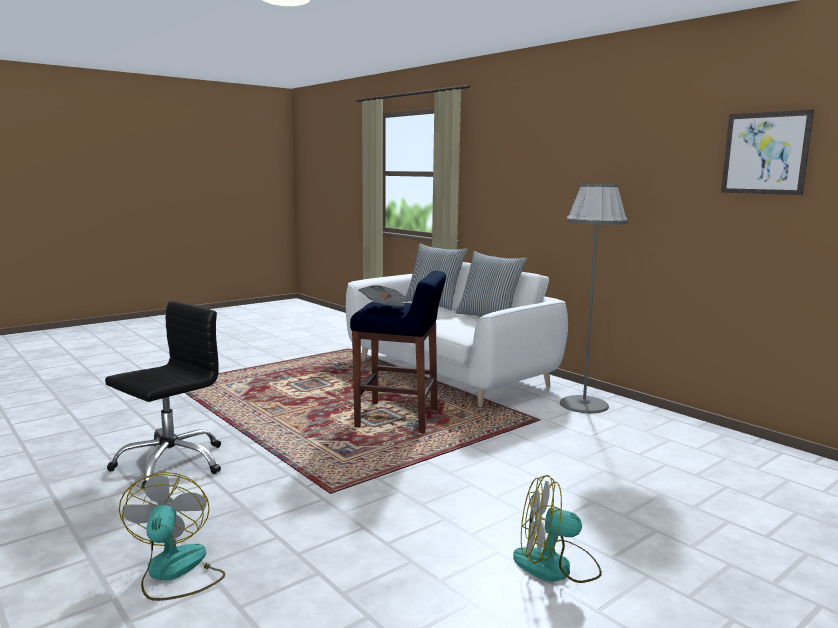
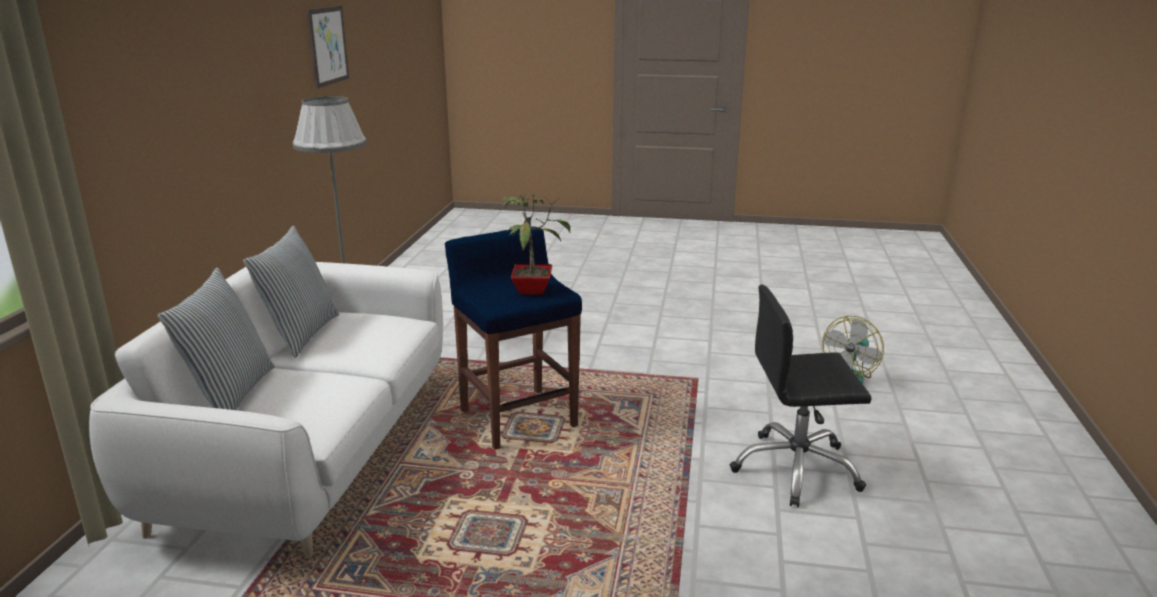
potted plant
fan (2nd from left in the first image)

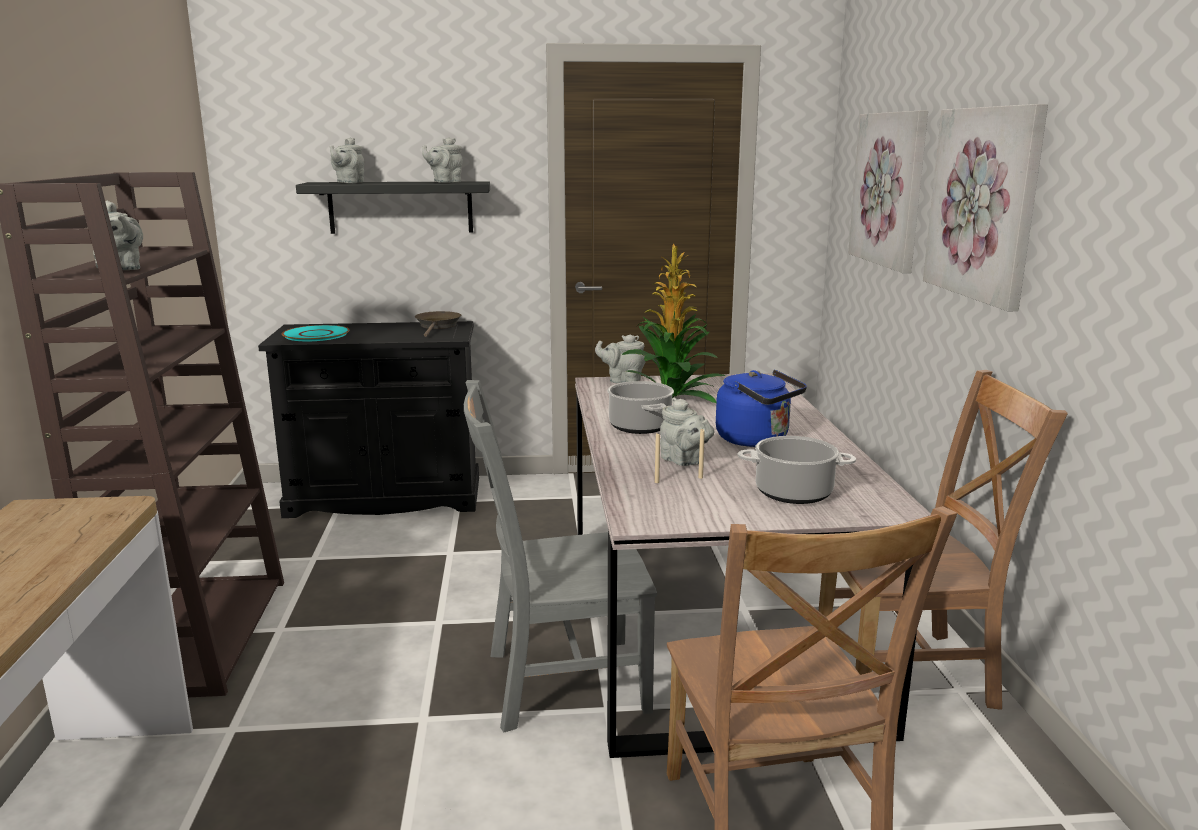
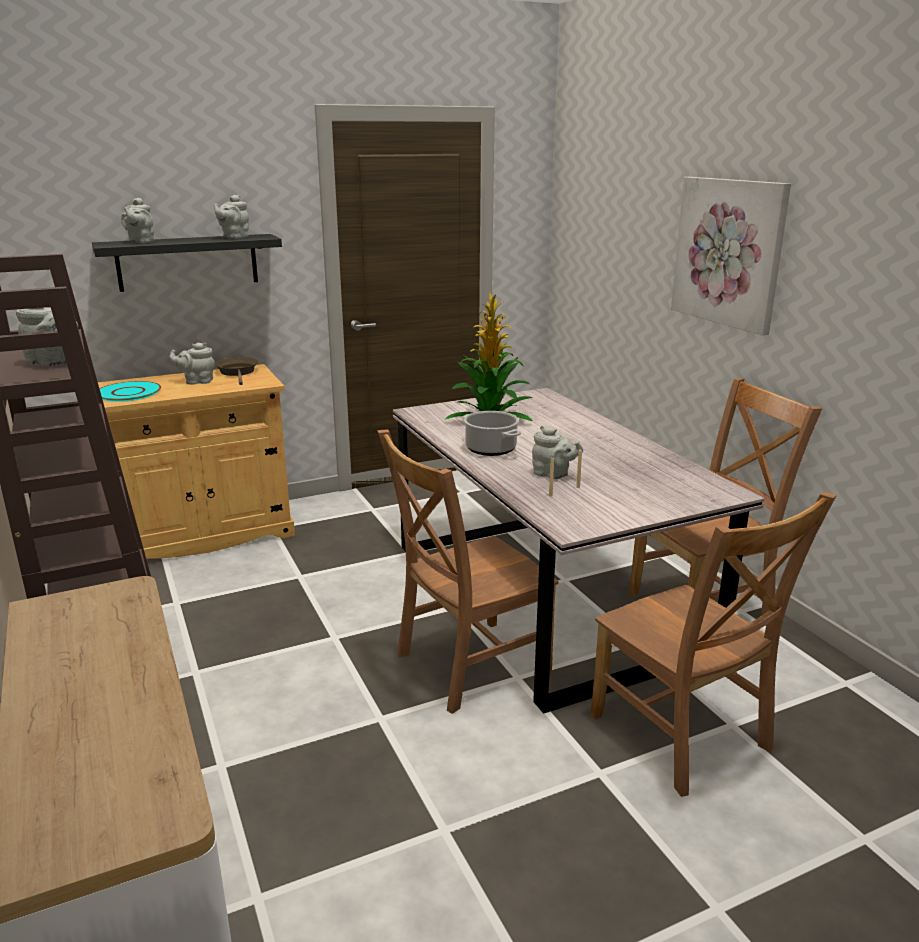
picture (1st from left in the first image)
beige cabinet
grey teapot (3rd from left)
blue kettle
brown chair (1st from left)
cooking pot (2nd from left in the first image)

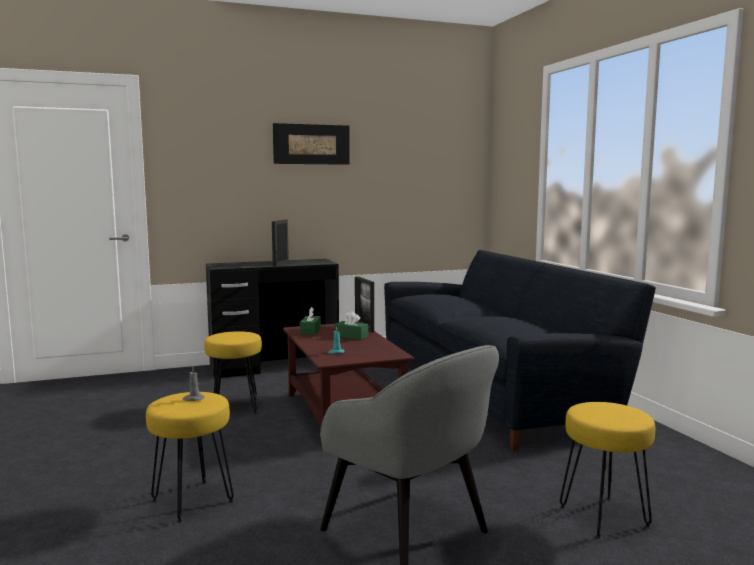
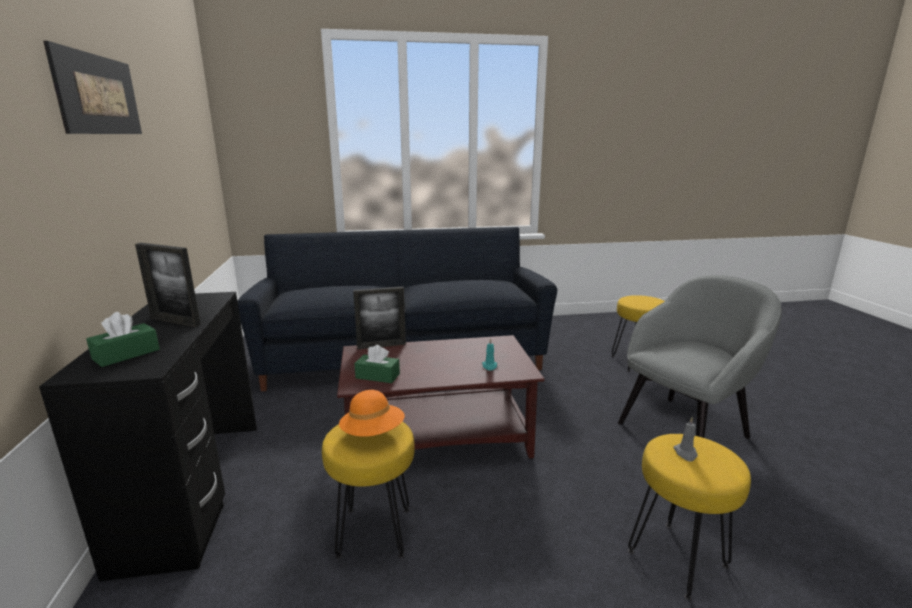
green tissue box (1st from left)
orange hat

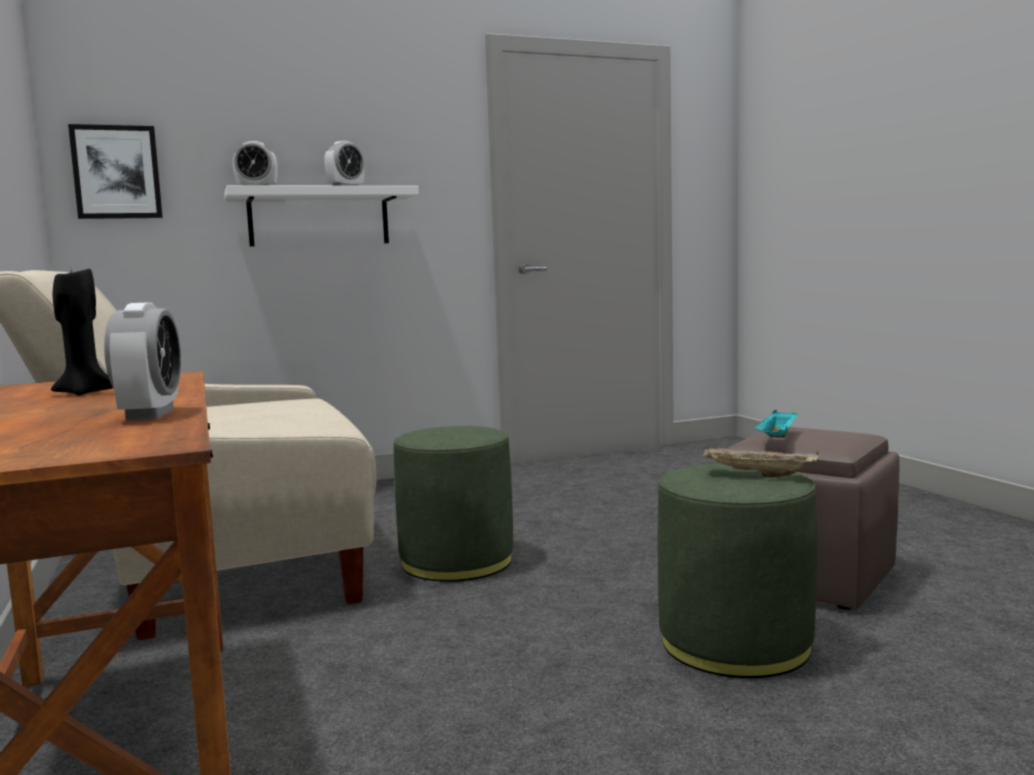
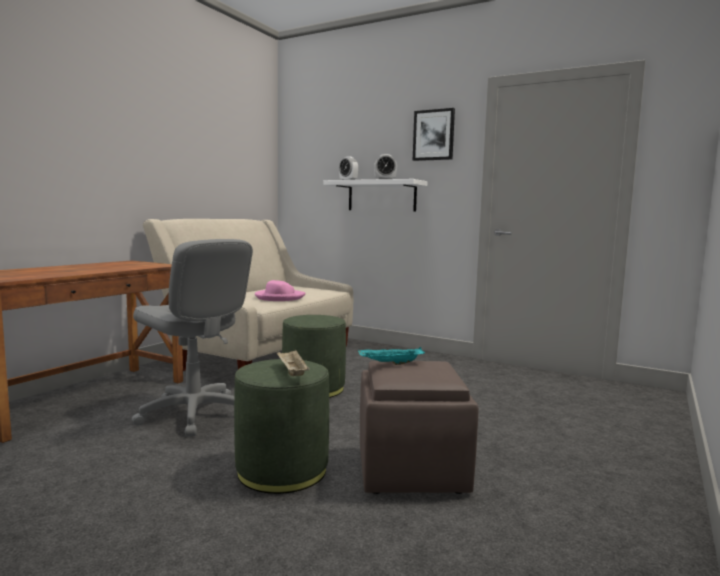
picture
black candle
alarm clock (1st from left in the first image)
grey office chair
pink hat

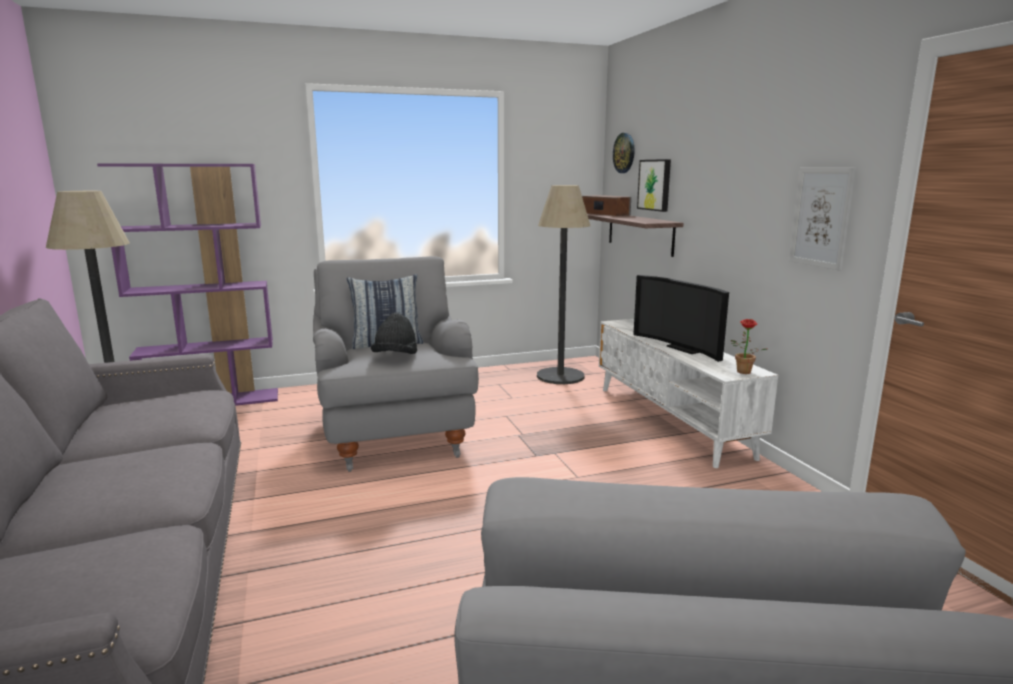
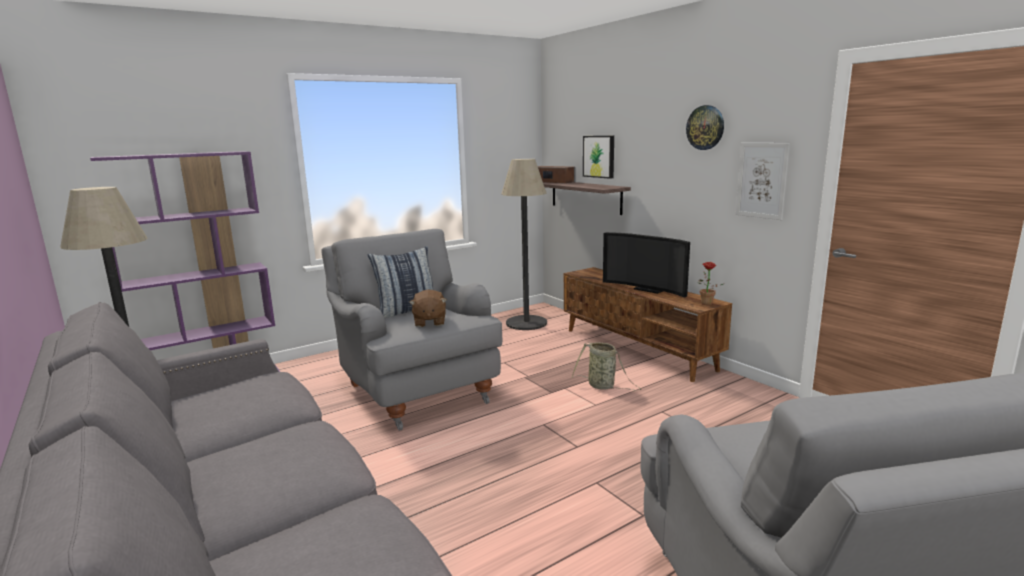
wall clock
brown plush toy
brown tv stand
basket

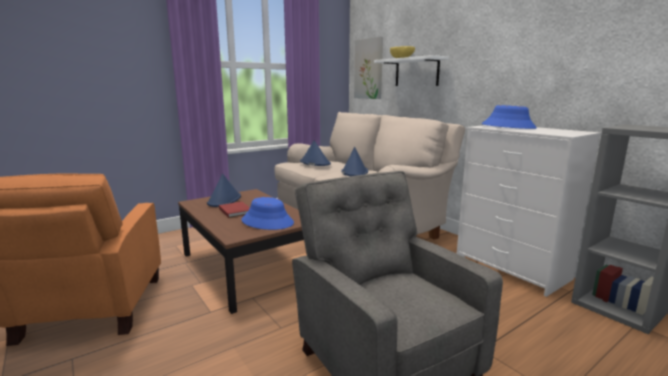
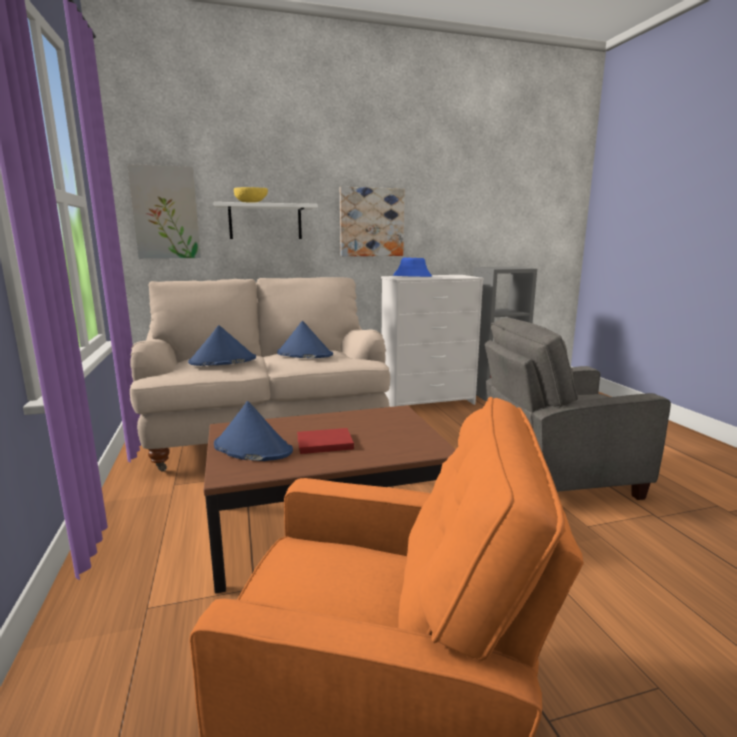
blue hat (2nd from left in the first image)
picture (2nd from left)

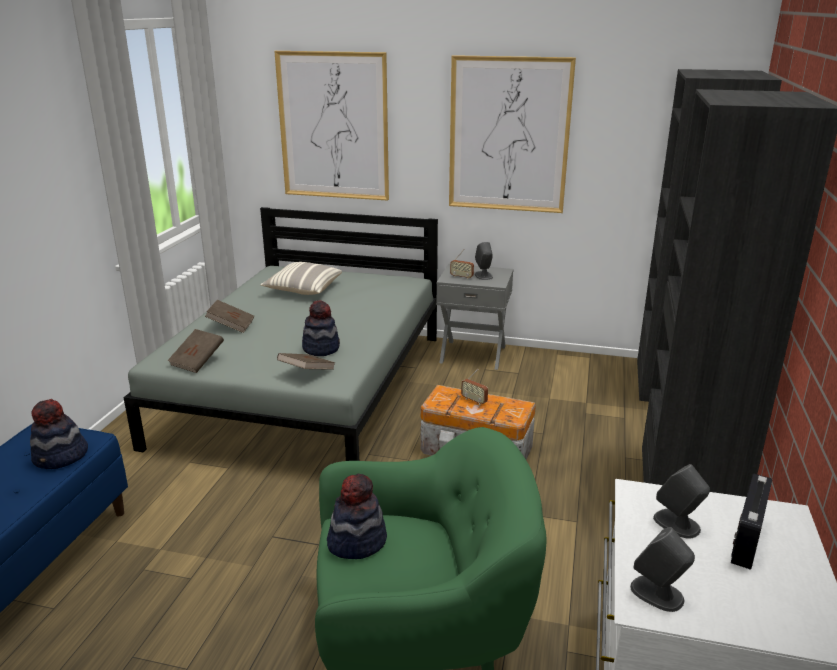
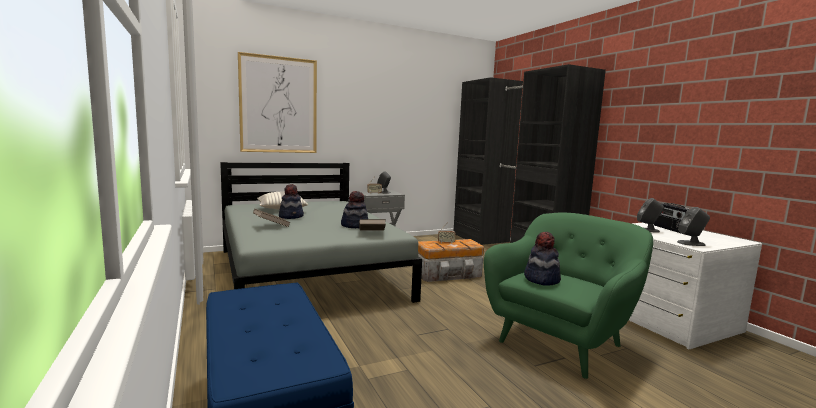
picture (2nd from left in the first image)
brown book (1st from left in the first image)
hat (1st from left)

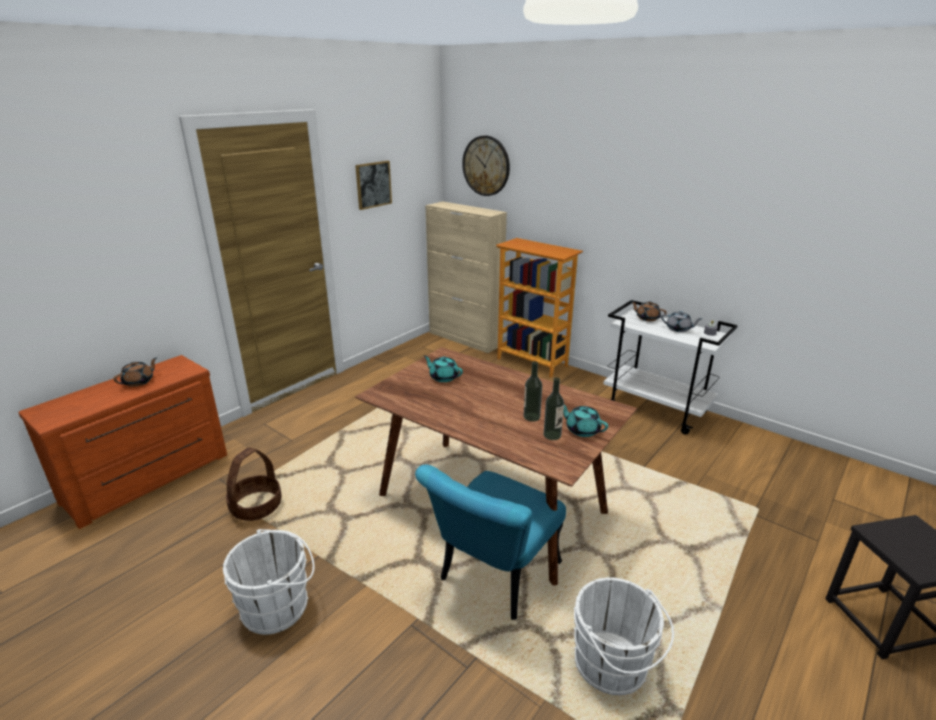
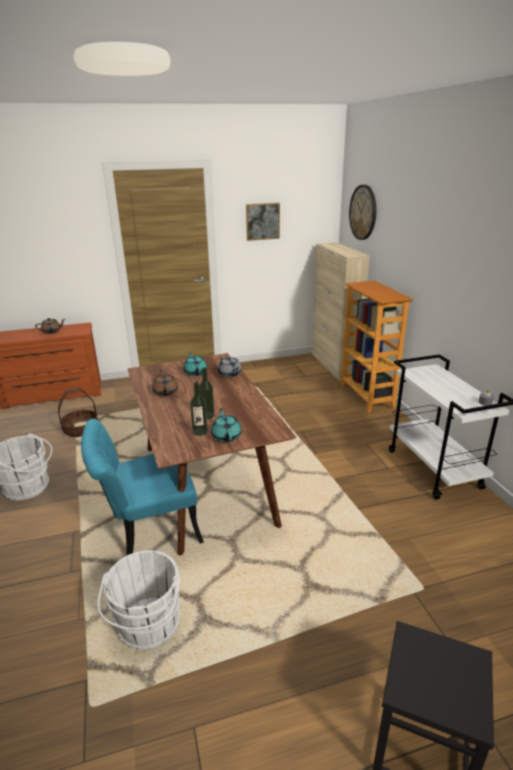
brown teapot (2nd from left)
grey teapot

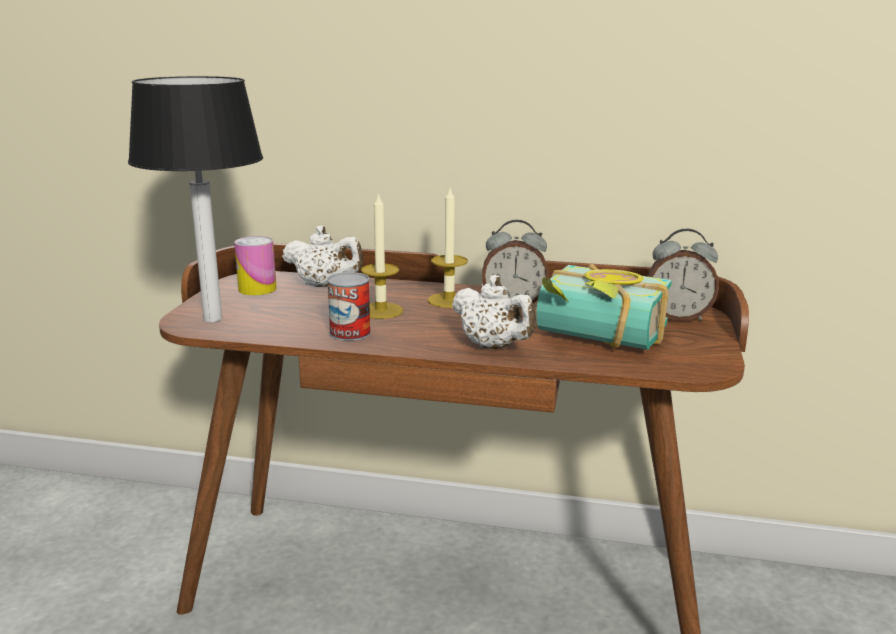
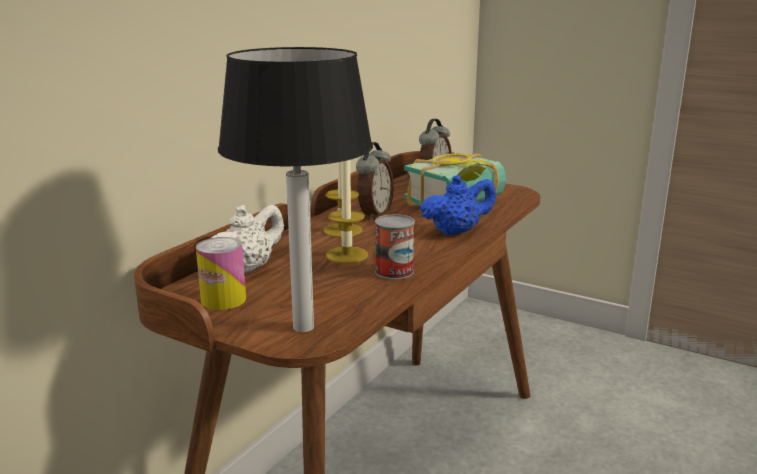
blue teapot

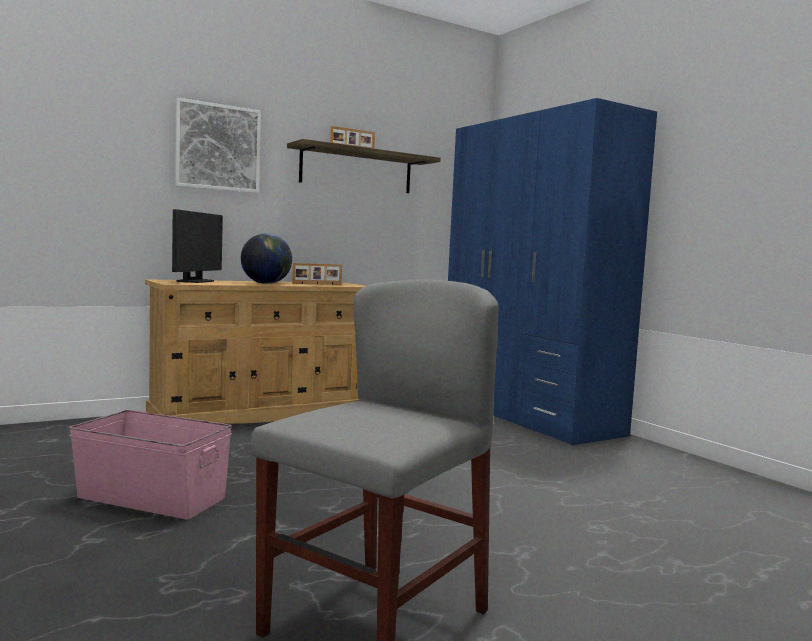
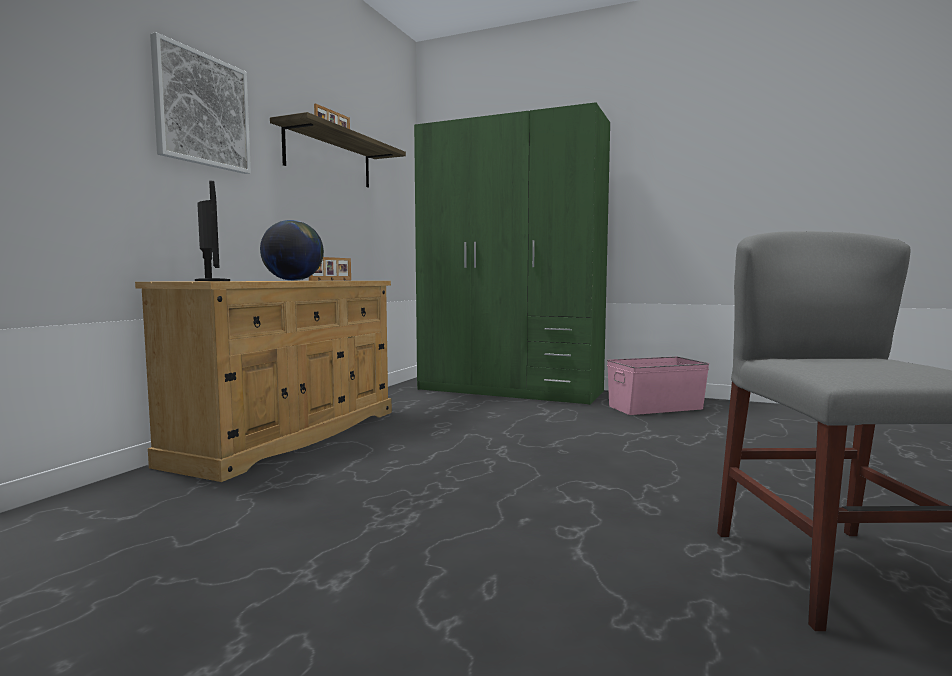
green wardrobe
pink storage box

